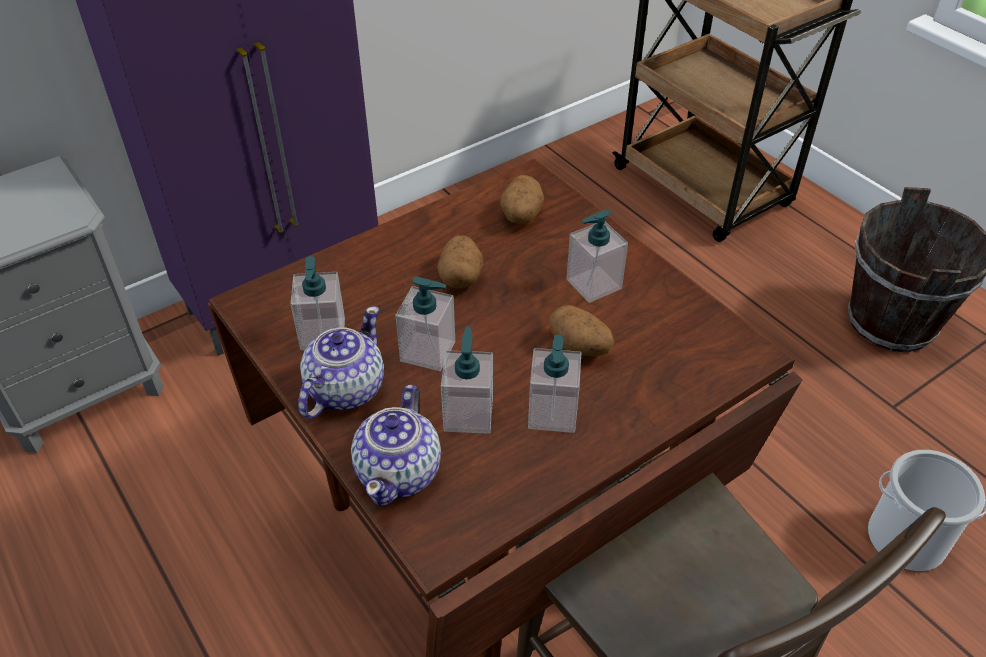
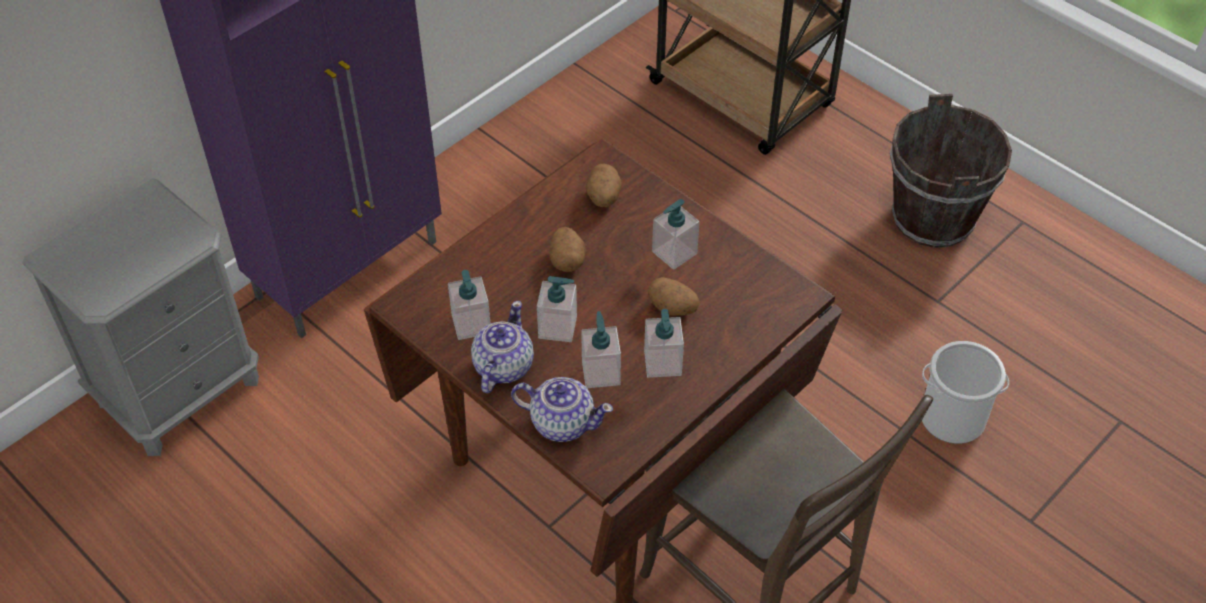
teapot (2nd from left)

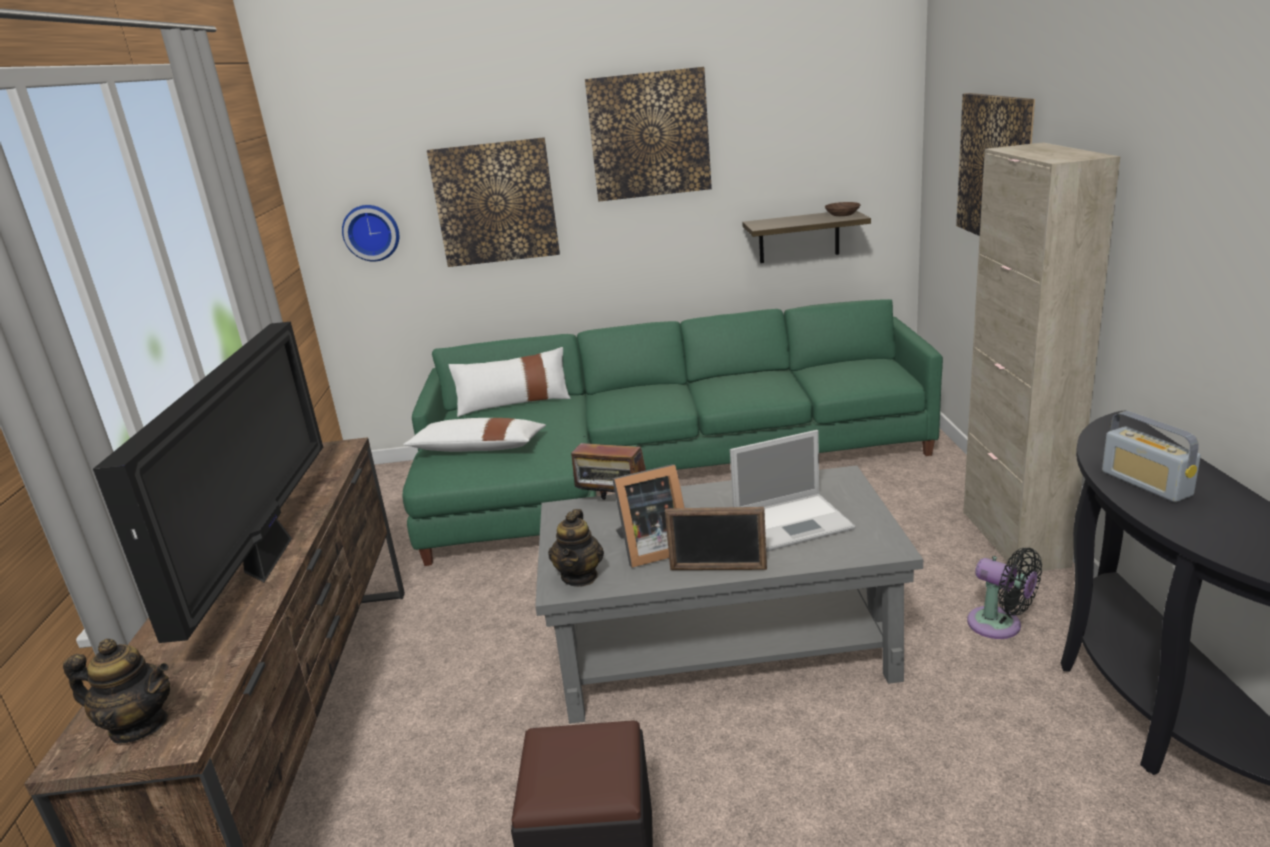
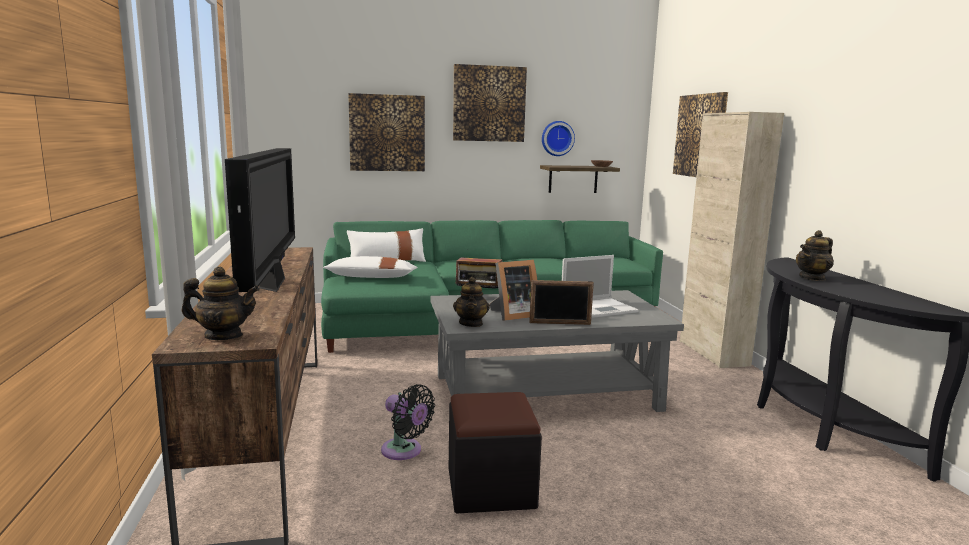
wall clock
teapot (3rd from left)
black fan

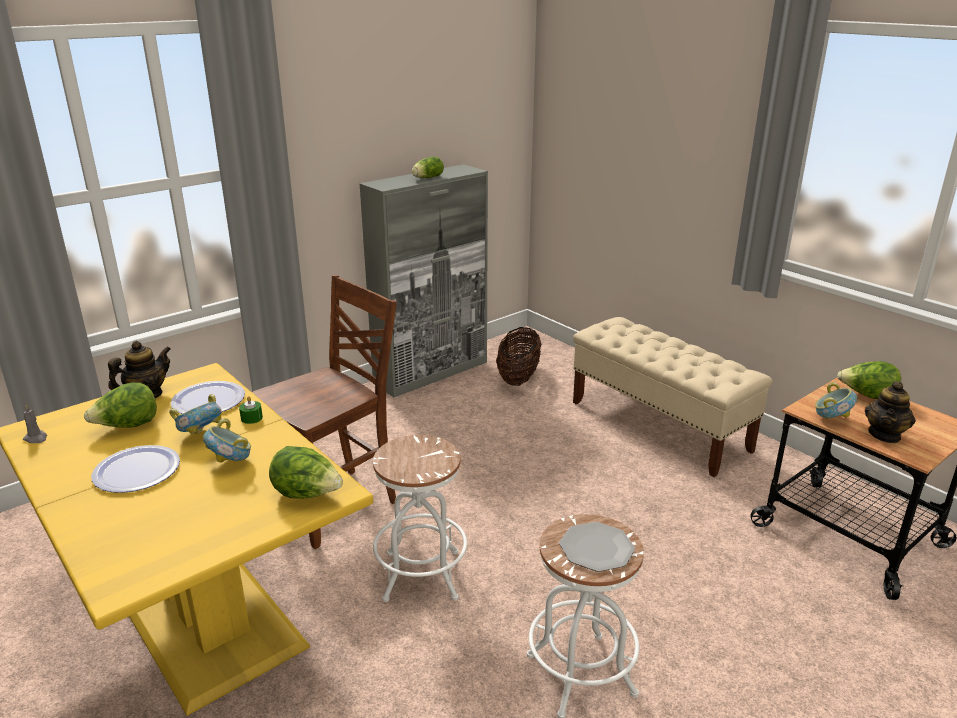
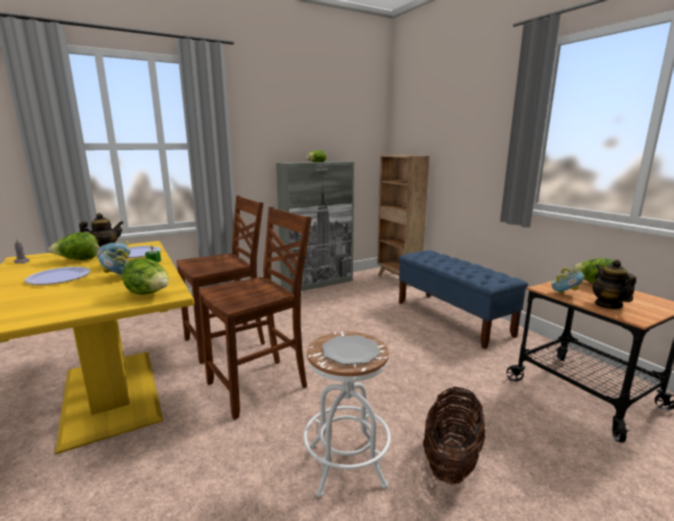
blue bench
basket
teapot (2nd from left)
brown chair (2nd from left)
brown bookcase

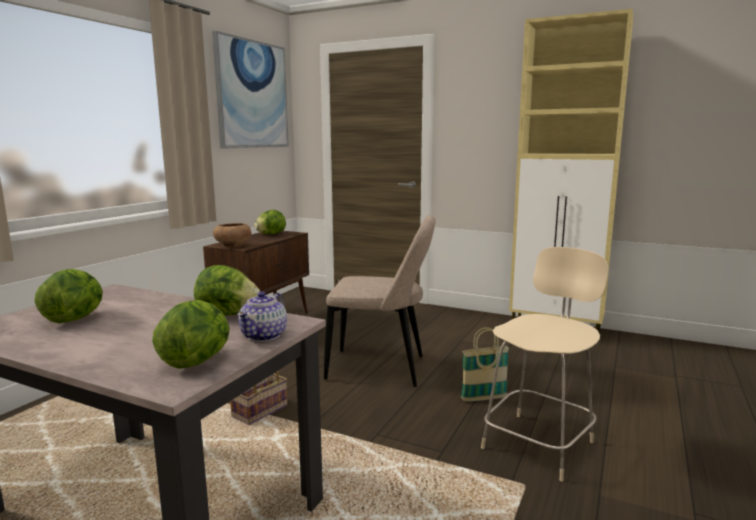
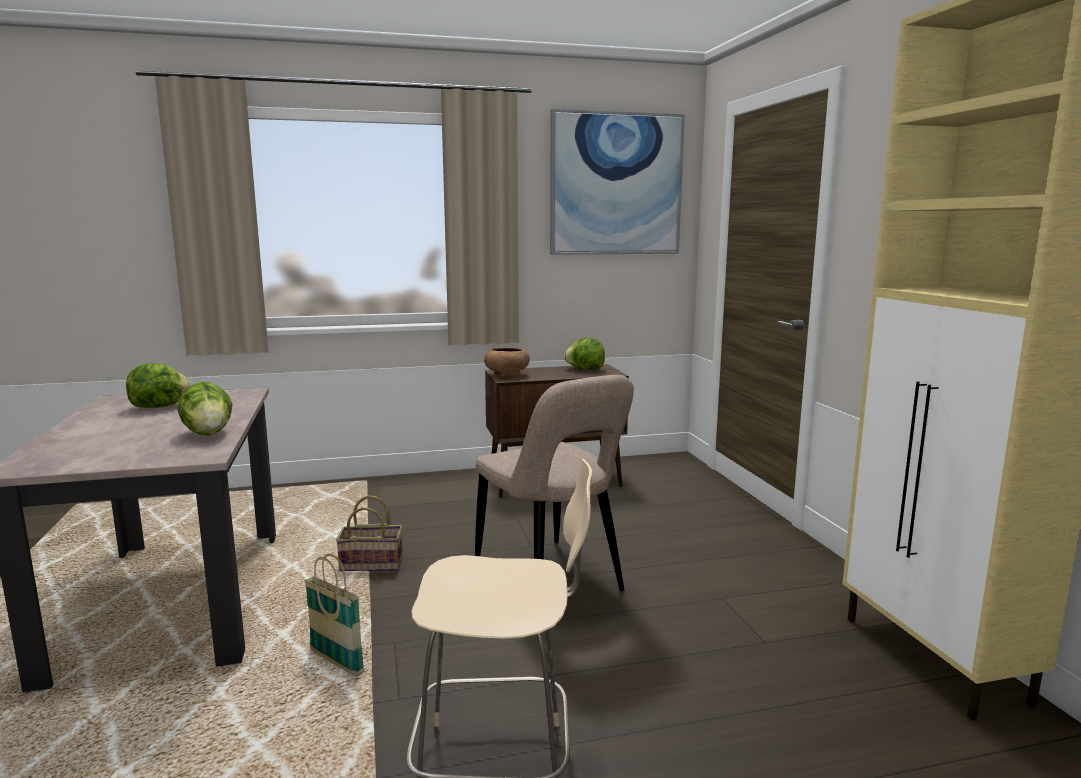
teapot
lettuce (2nd from left in the first image)
basket (1st from left)

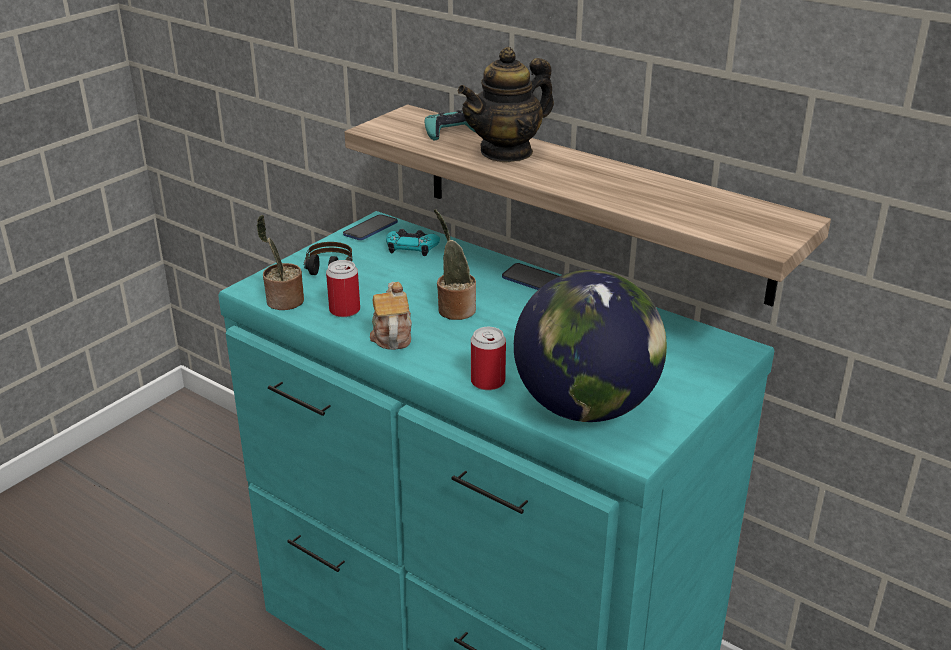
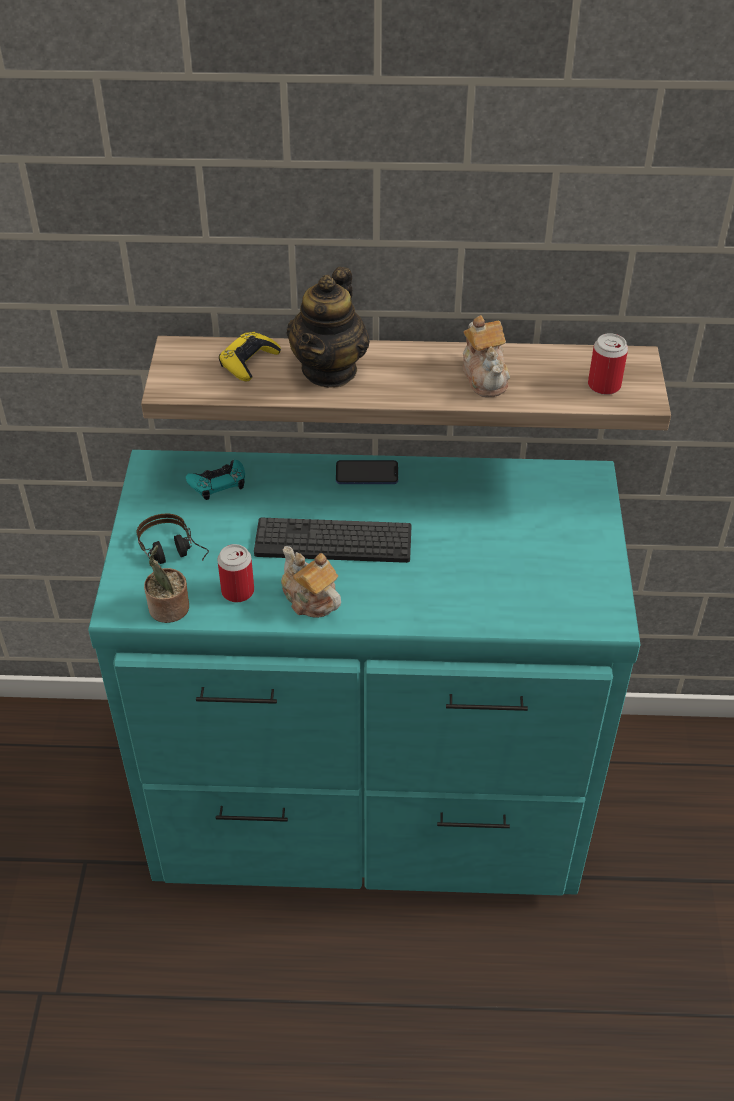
yellow game controller
keyboard
phone (1st from left in the first image)
globe
can (2nd from left)
teapot (3rd from left)

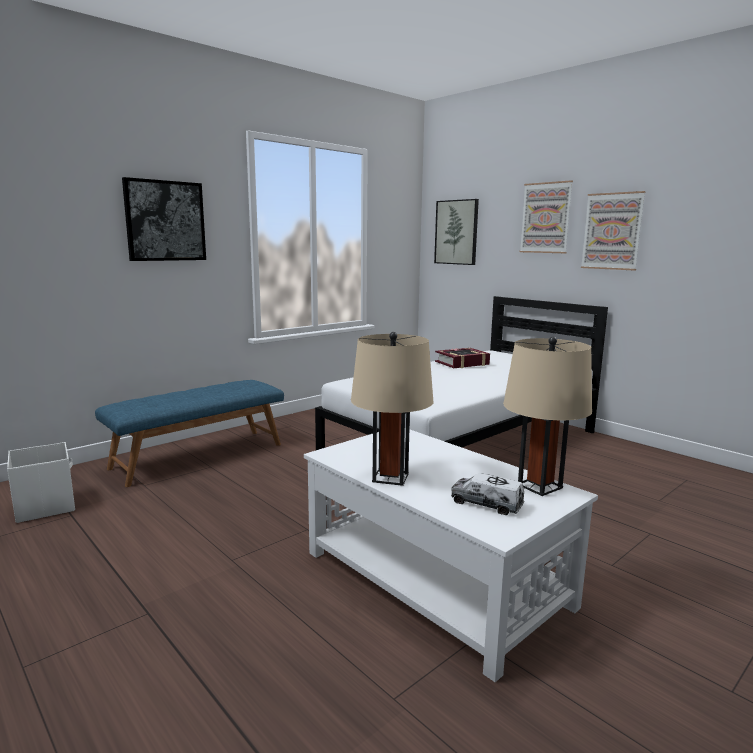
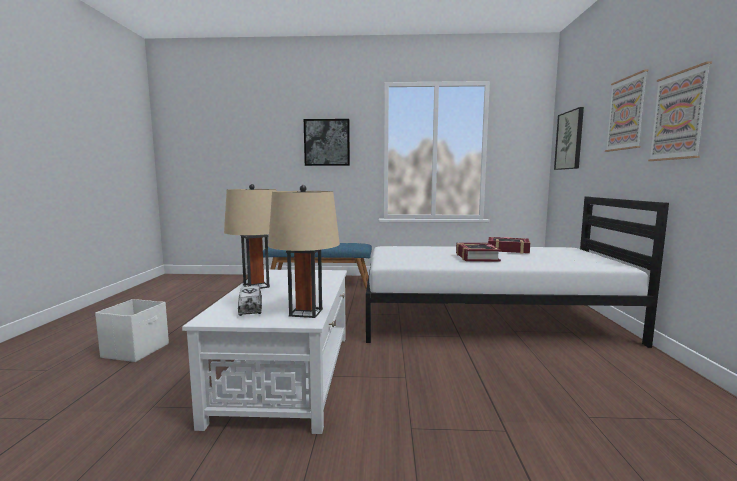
white storage box
book (1st from left)

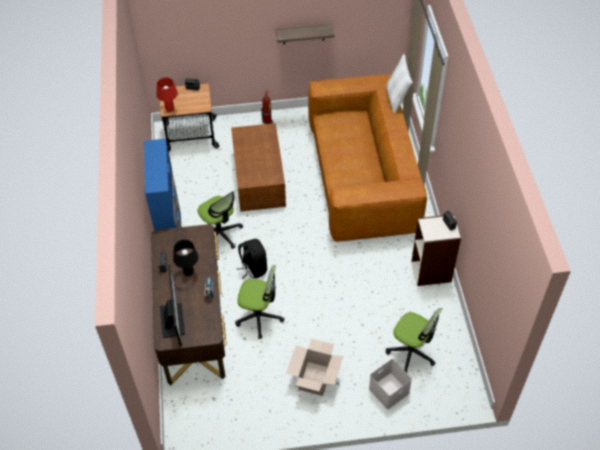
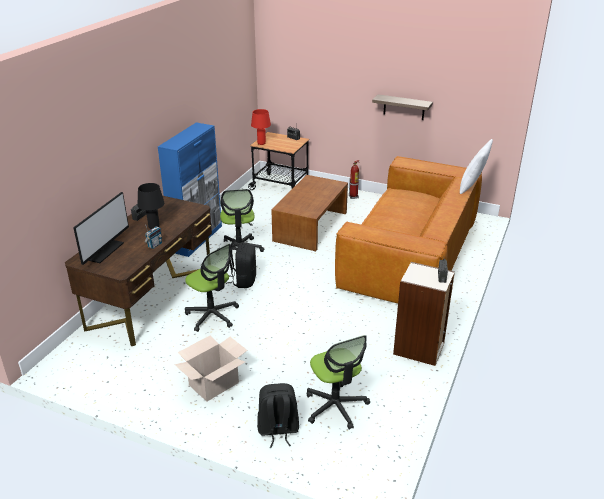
black backpack (2nd from left)

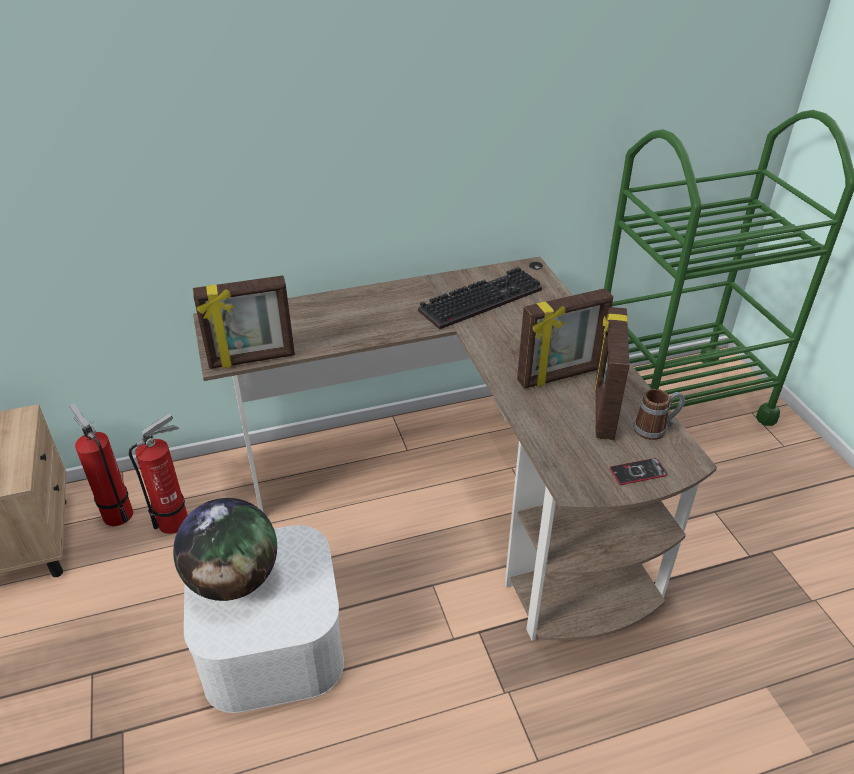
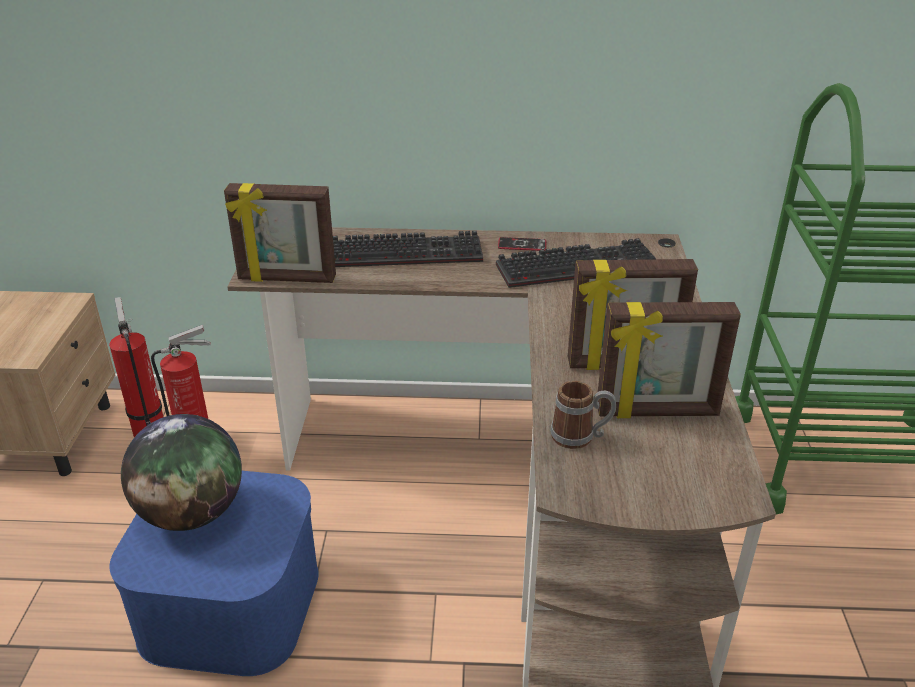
picture frame (3rd from left)
mug
phone
blue storage box
keyboard (1st from left)

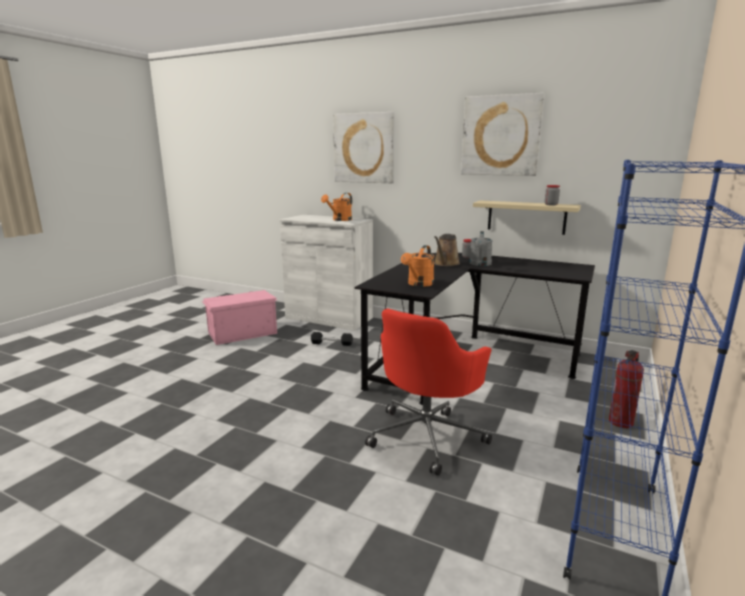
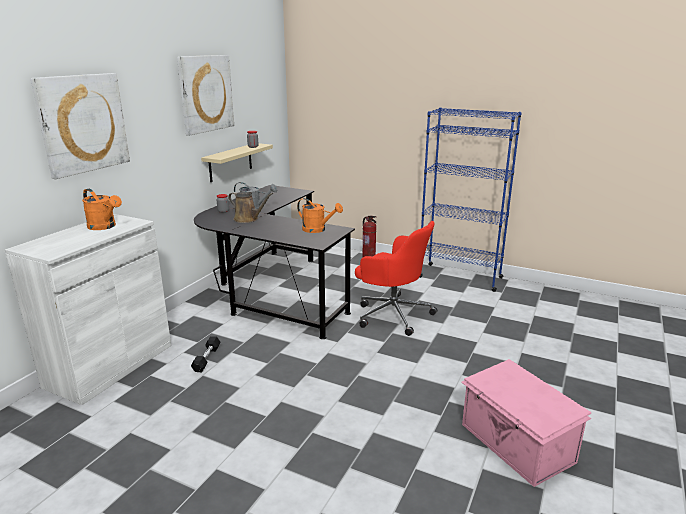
pink storage box

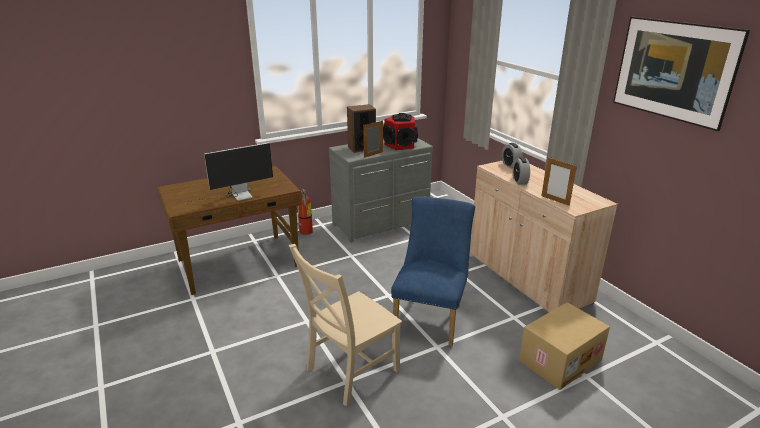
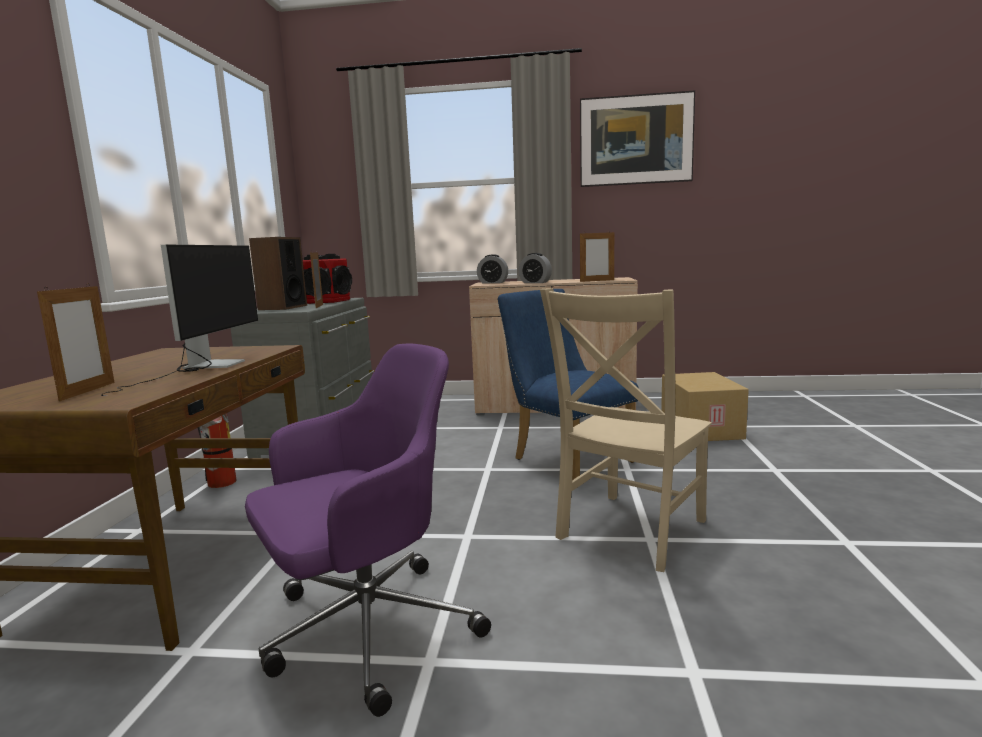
beige chair
picture frame (1st from left)
purple office chair

